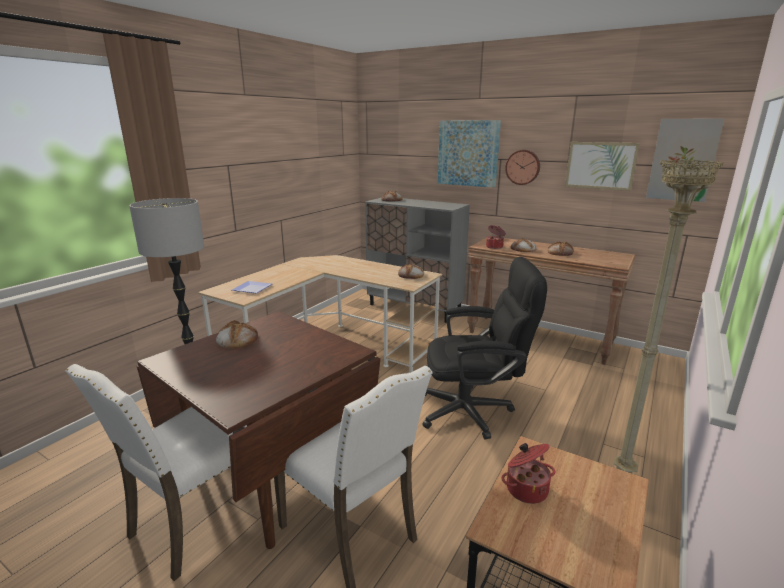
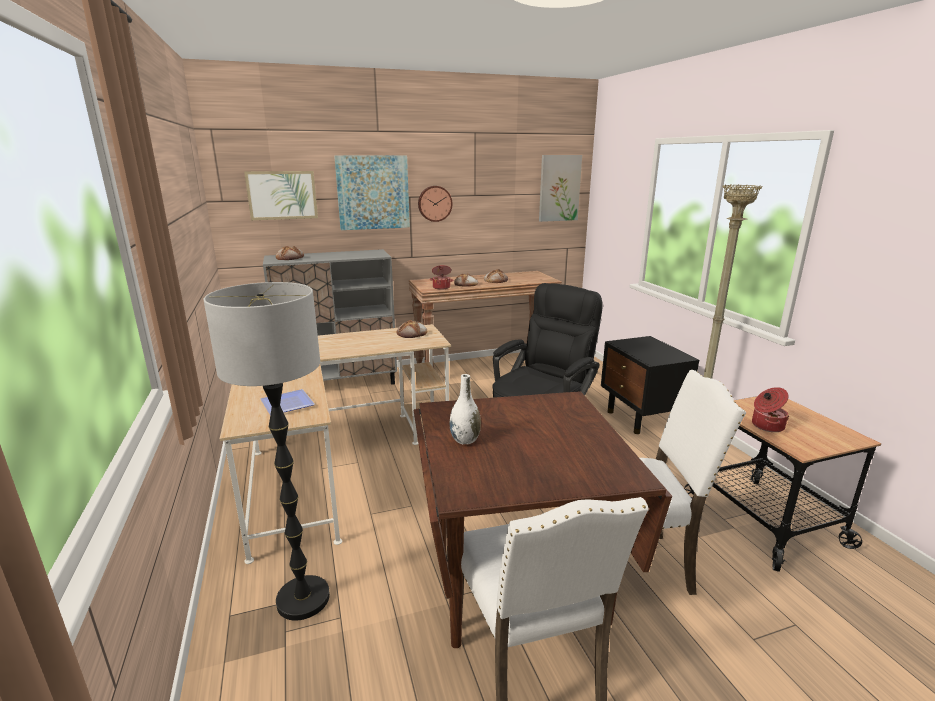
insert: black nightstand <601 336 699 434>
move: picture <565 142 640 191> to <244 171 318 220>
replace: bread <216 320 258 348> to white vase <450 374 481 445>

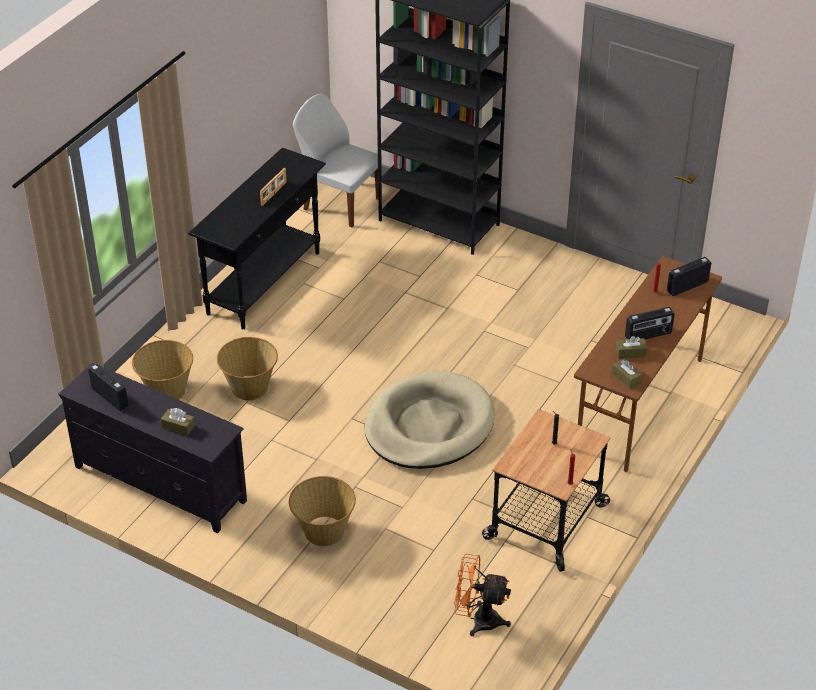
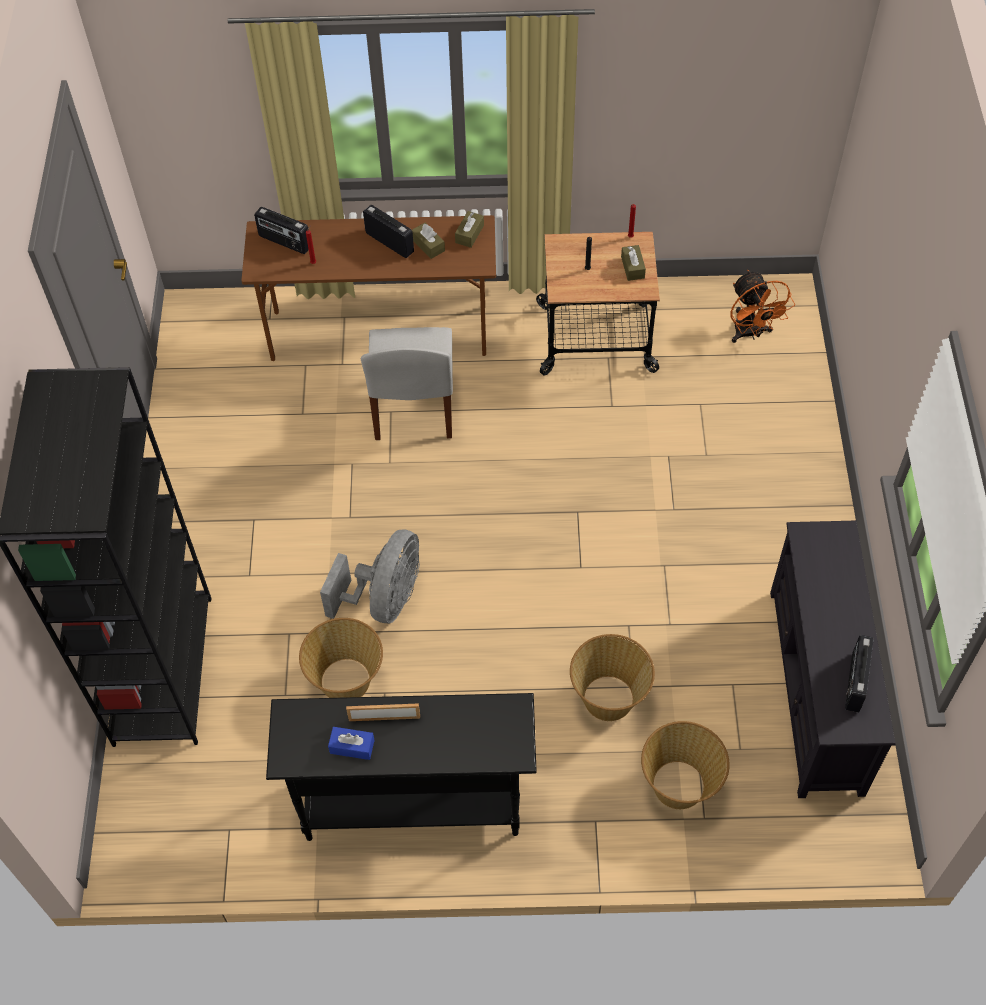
delete: beige dog bed <364 371 495 469>
insert: grey fan <320 529 420 623>; blue tissue box <328 727 375 760>
move: brown tissue box <161 408 195 436> to <621 245 646 281>; basket <289 476 356 546> to <299 618 383 698>; white chair <293 94 382 227> to <361 327 453 440>

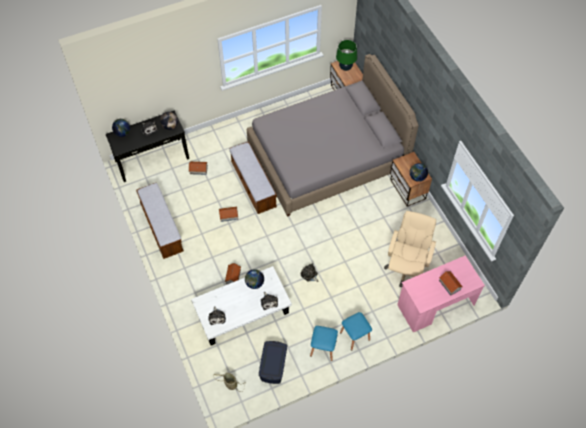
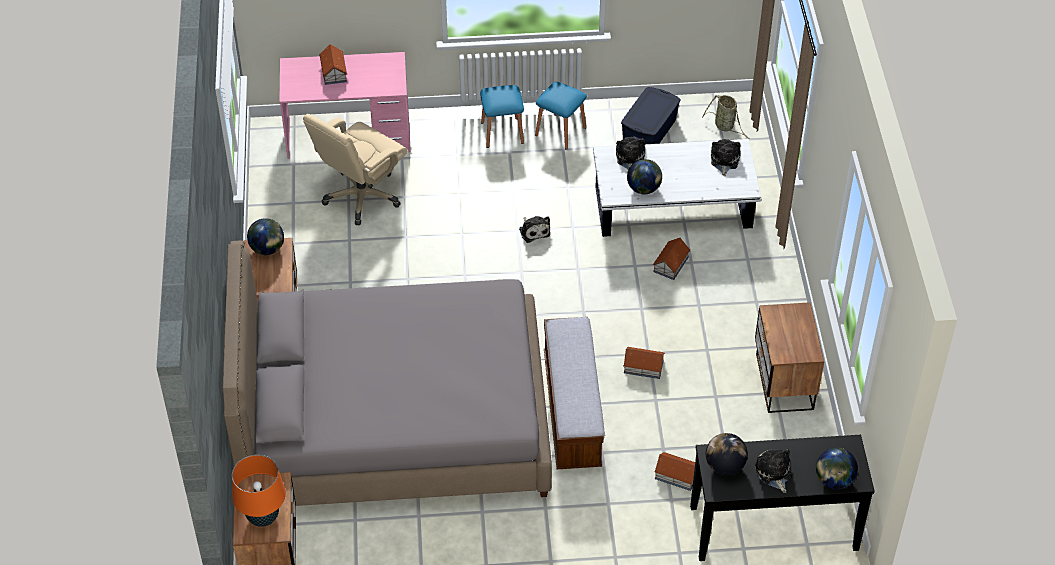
replace: bench <136 183 184 259> to nightstand <755 302 824 413>
recolor: green table lamp <336 40 357 71> to orange table lamp <232 455 286 527>

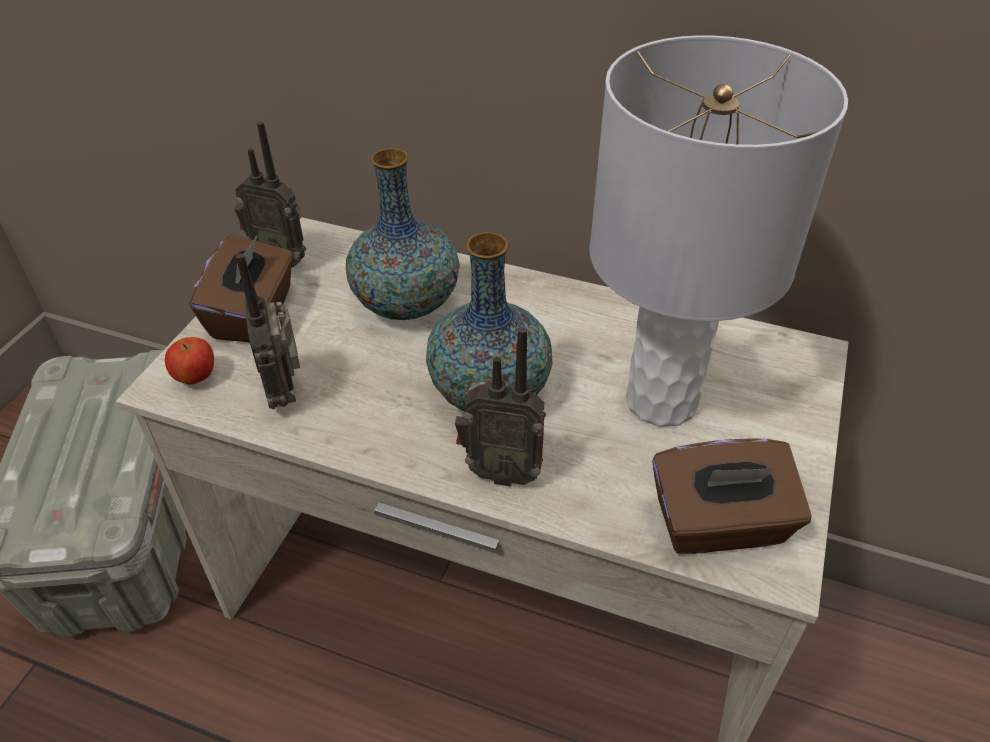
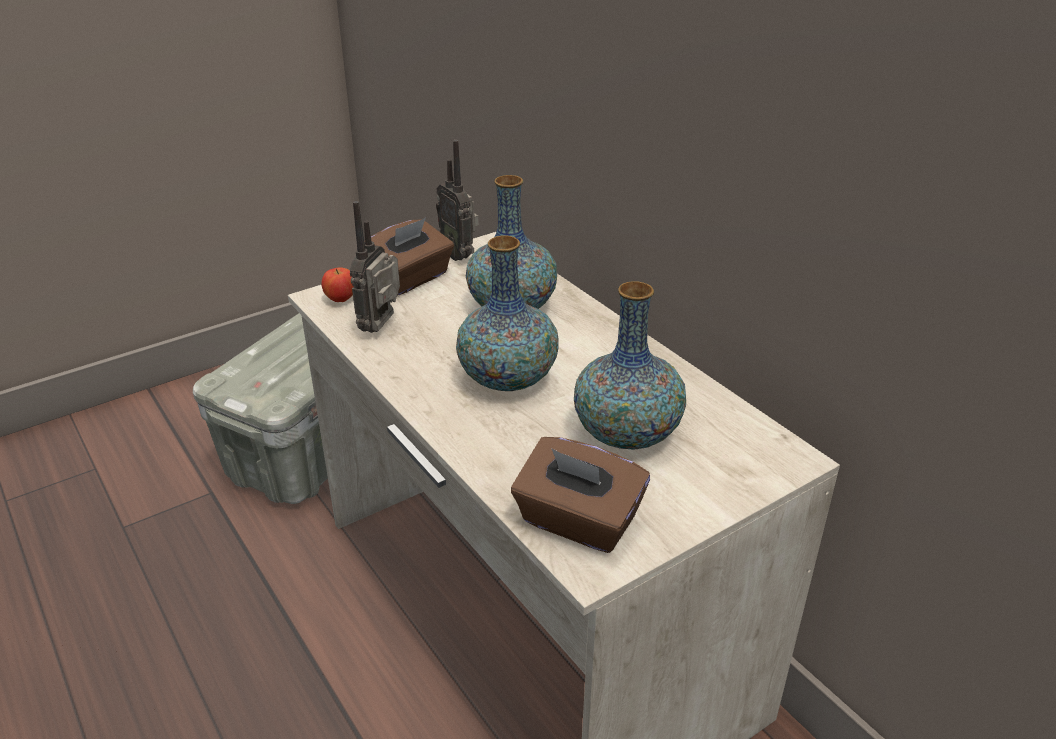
delete: radio <455 327 546 487>
replace: grey table lamp <589 35 848 427> to vase <574 281 686 450>

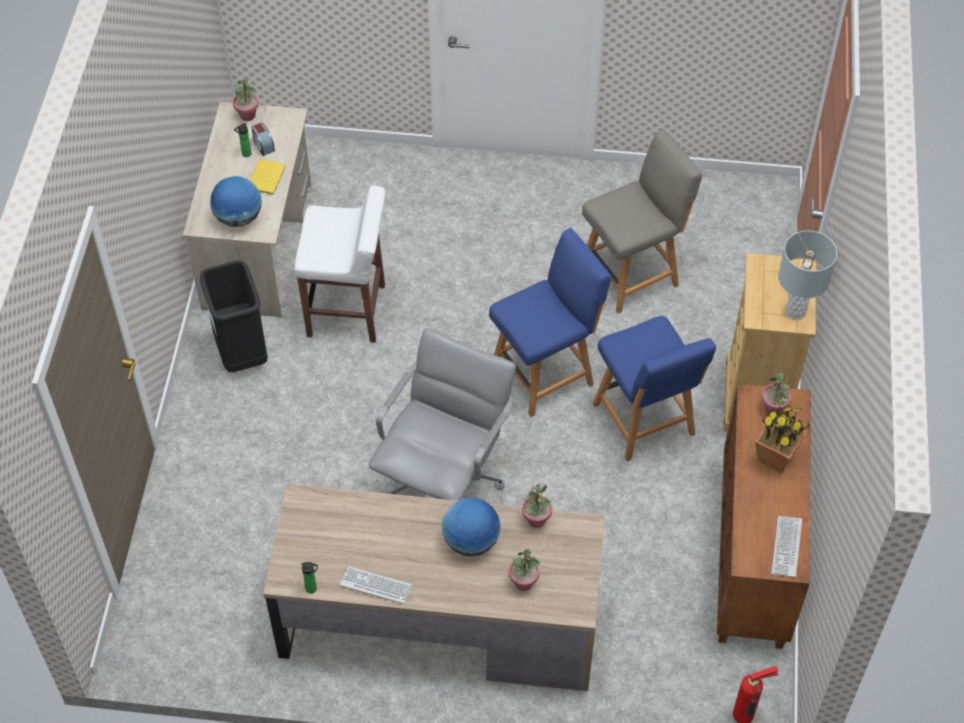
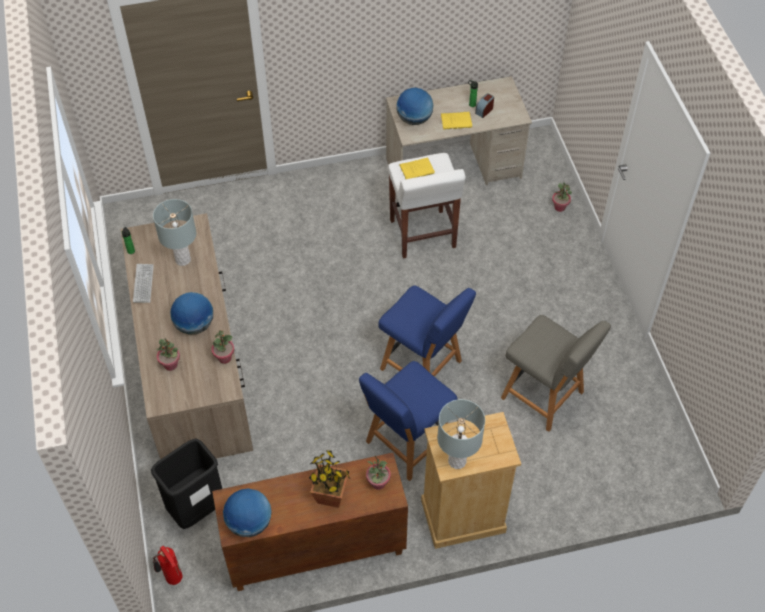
delete: grey office chair <369 328 516 501>
insert: grey table lamp <153 199 196 266>; yellow book <399 157 435 179>
move: black trash can <200 261 268 372> to <151 438 222 529>; potted plant <233 78 259 121> to <552 182 572 212>
replace: keyboard <771 516 802 577> to globe <223 488 272 537>

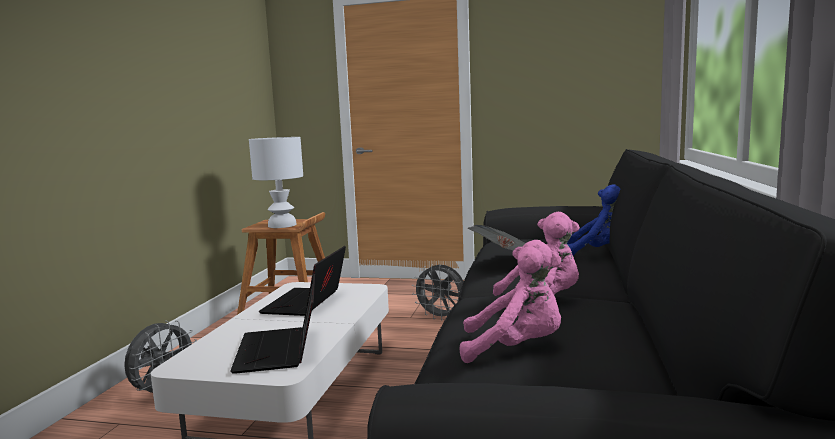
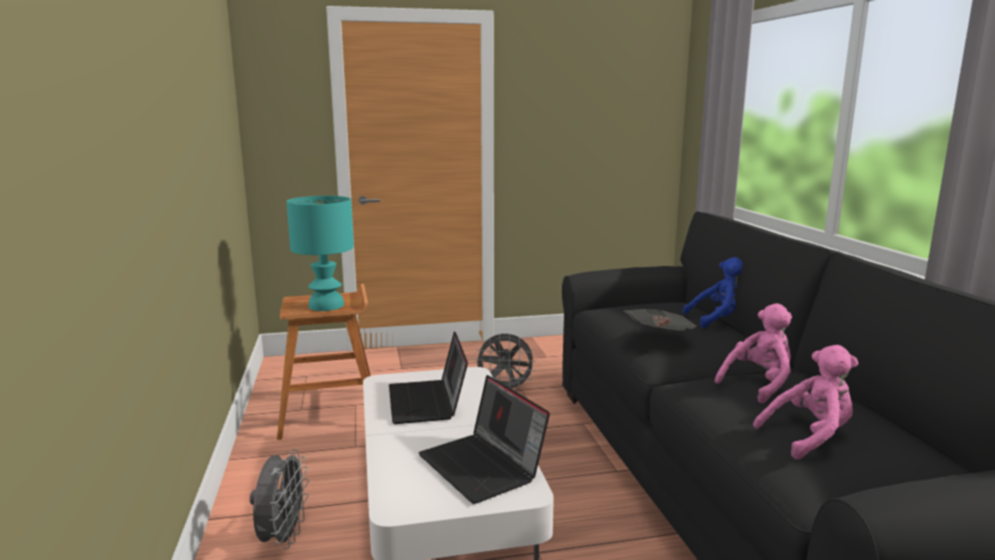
recolor: white table lamp <249 137 303 228> to turquoise table lamp <286 196 354 311>

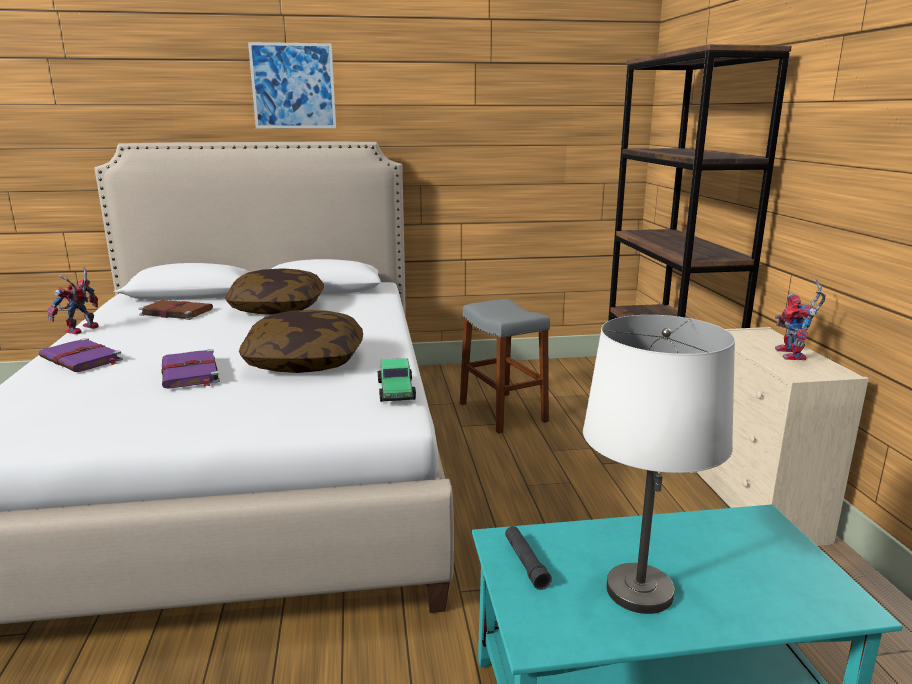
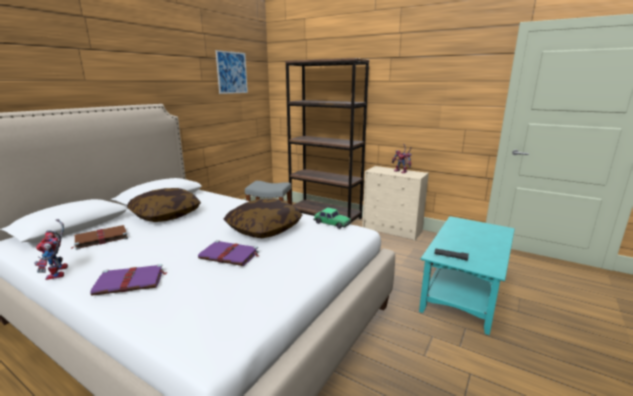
delete: white table lamp <583 315 735 614>
move: picture <248 42 336 128> to <216 50 248 94>

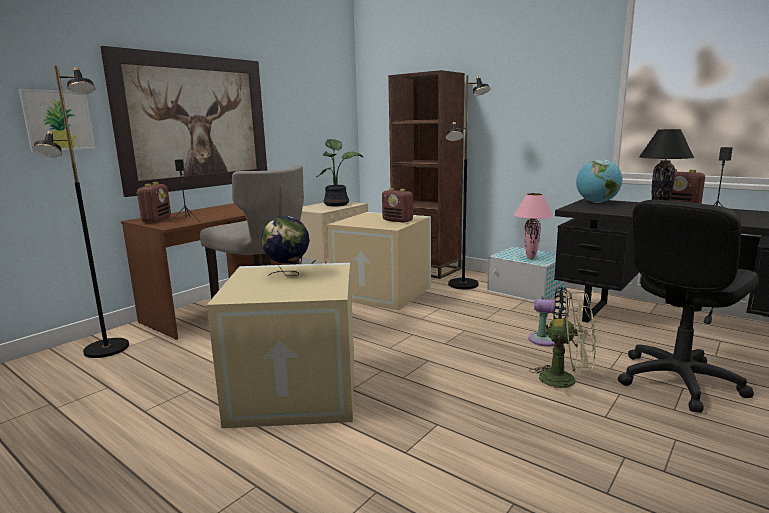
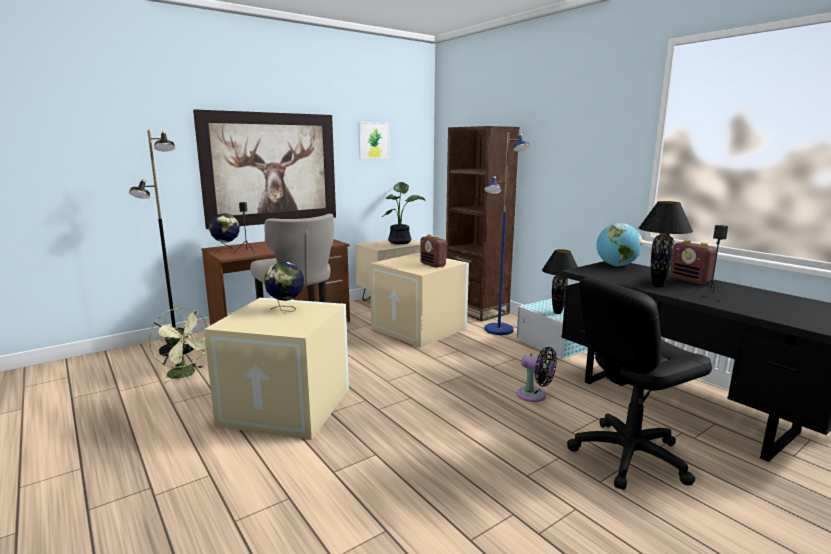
move: picture <19 89 96 152> to <358 122 390 159>; green fan <529 291 596 397> to <149 308 209 384>
replace: radio <137 182 171 223> to globe <209 213 240 252>
recolor: black floor lamp <446 75 490 289> to blue floor lamp <484 133 530 335>; pink table lamp <514 193 553 259> to black table lamp <542 249 578 314>

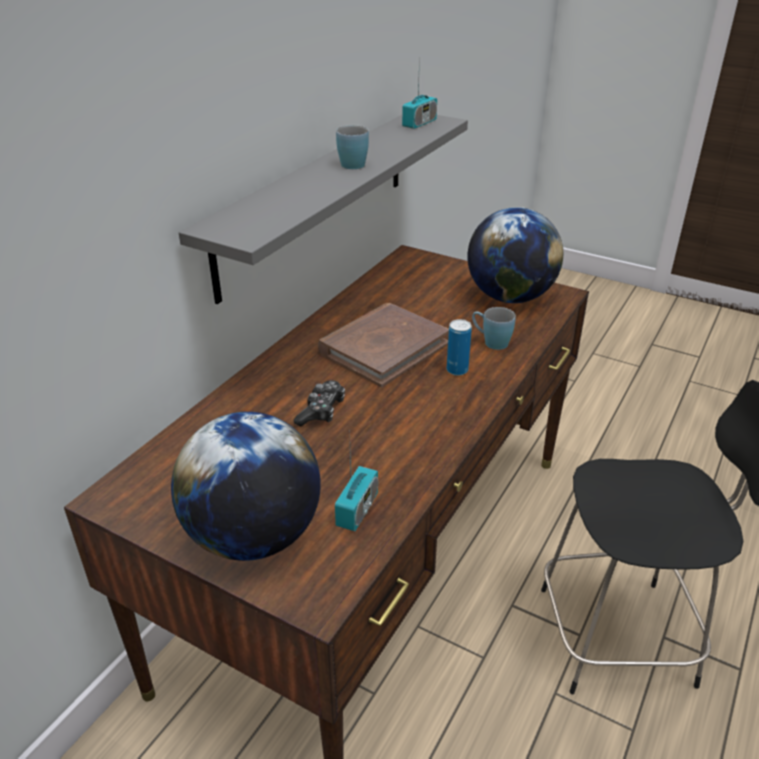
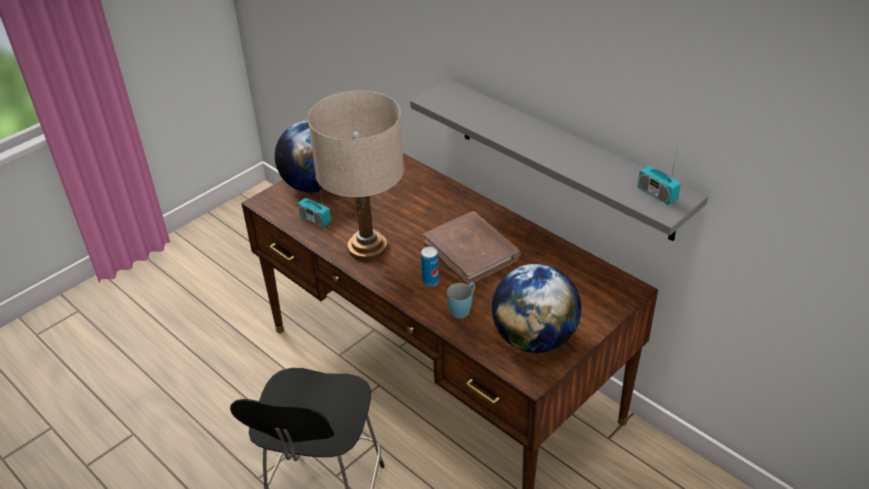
delete: game controller <294 380 345 426>; blue mug <336 125 369 169>
insert: beige table lamp <308 91 404 261>

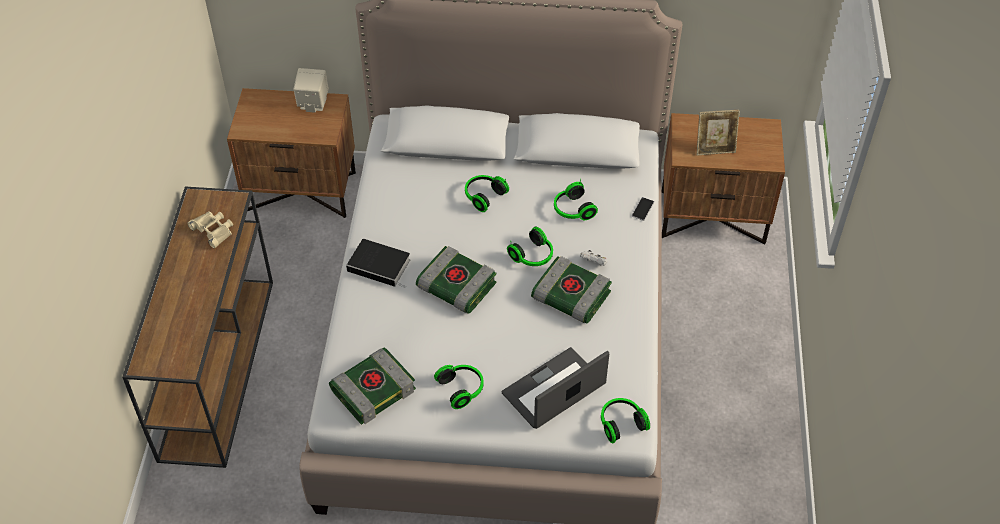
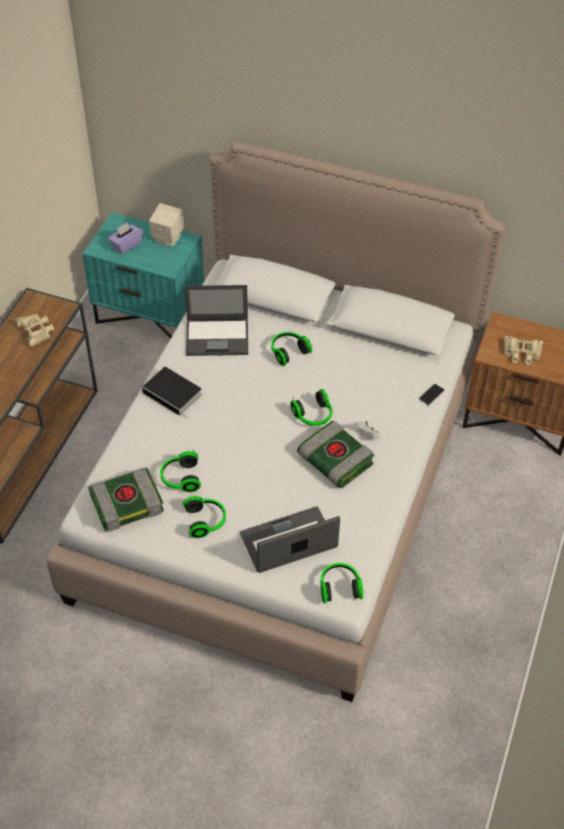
delete: book <416 246 496 314>
insert: purple tissue box <108 222 143 254>; laptop <184 285 248 356>
move: headphones <554 179 598 220> to <160 449 201 492>
replace: picture frame <696 110 740 156> to beige binoculars <504 335 543 365>
recolor: brown nightstand <227 88 356 218> to turquoise nightstand <83 212 204 338>

